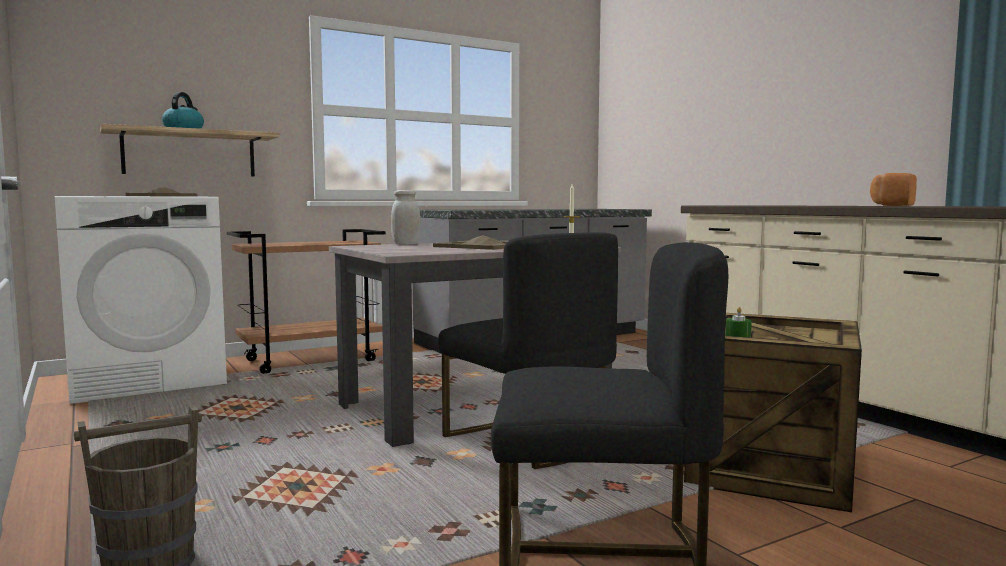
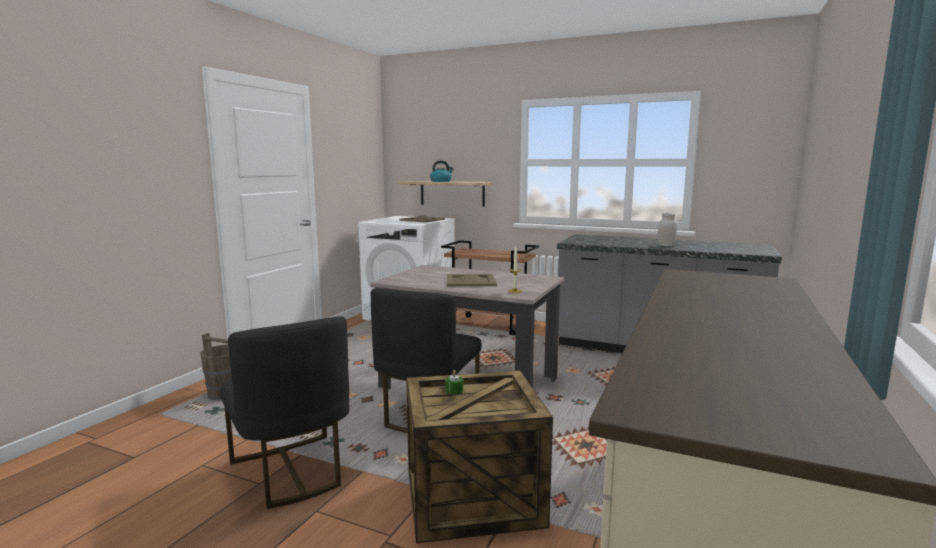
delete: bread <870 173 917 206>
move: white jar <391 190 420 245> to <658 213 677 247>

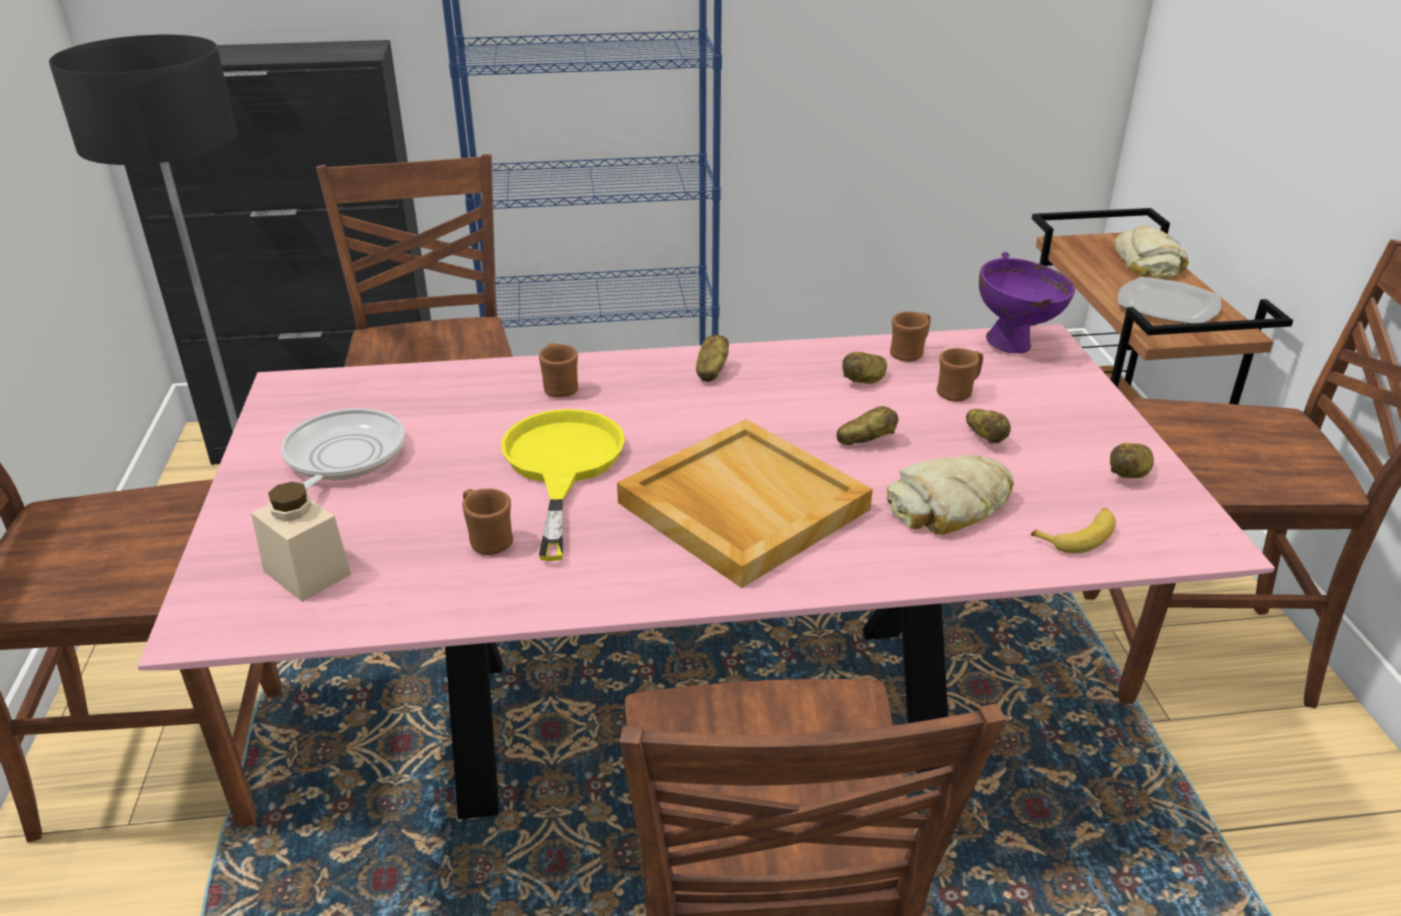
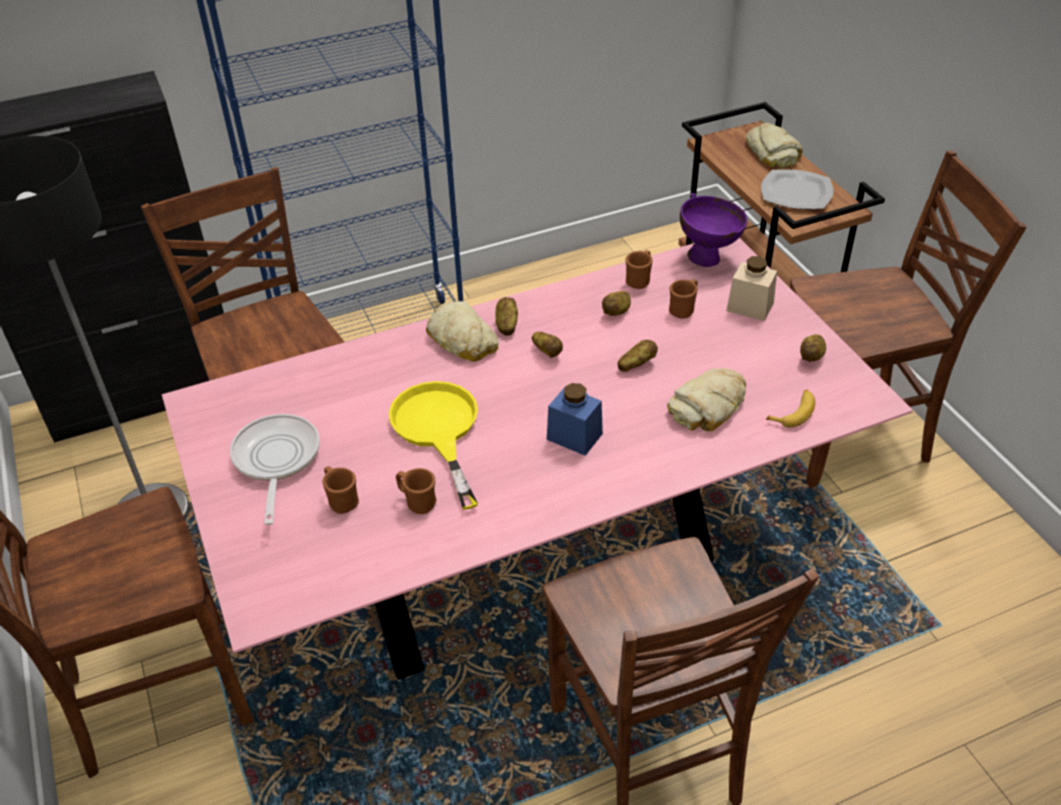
insert: bread <426 301 499 361>
move: beige jar <251 482 351 602> to <727 256 777 321>; brown mug <539 343 578 398> to <323 466 359 514>; potato <966 409 1011 444> to <532 332 563 358>
replace: beige tray <617 419 873 588> to blue jar <547 383 603 456>

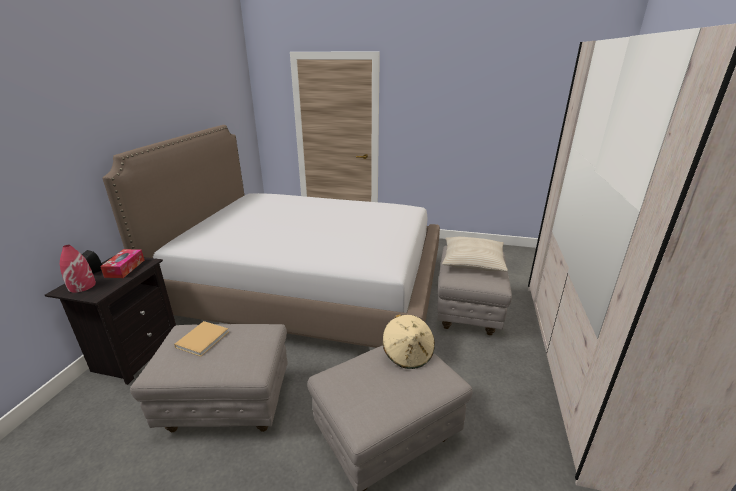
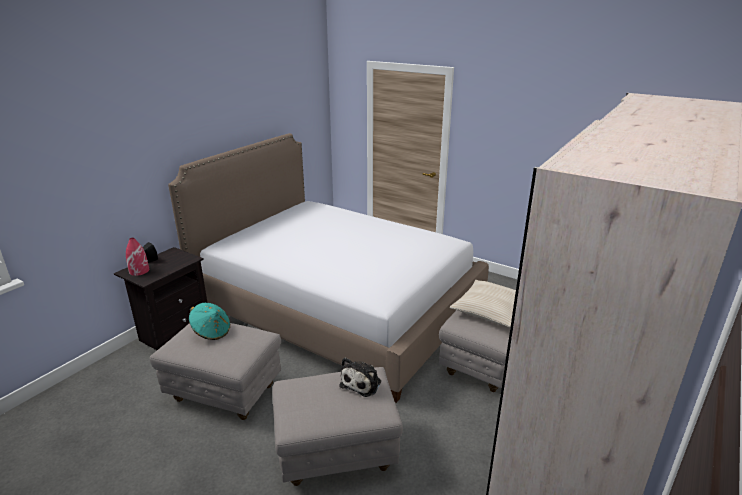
delete: tissue box <100 249 144 278>
replace: beige book <174 321 229 357> to turquoise hat <189 303 230 340>; beige hat <383 314 435 369> to plush toy <339 357 381 397>

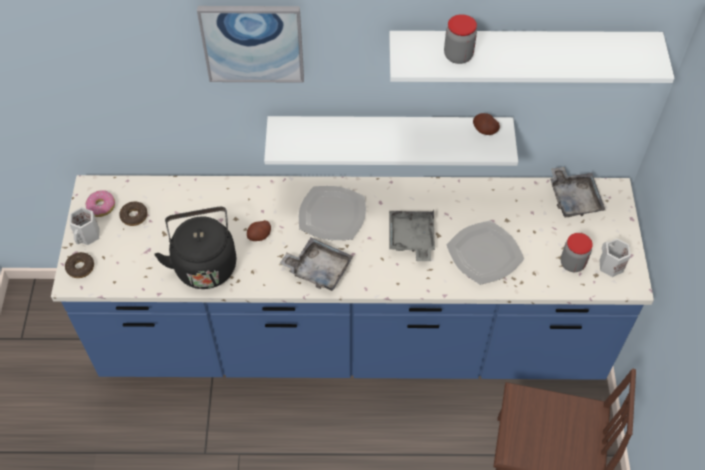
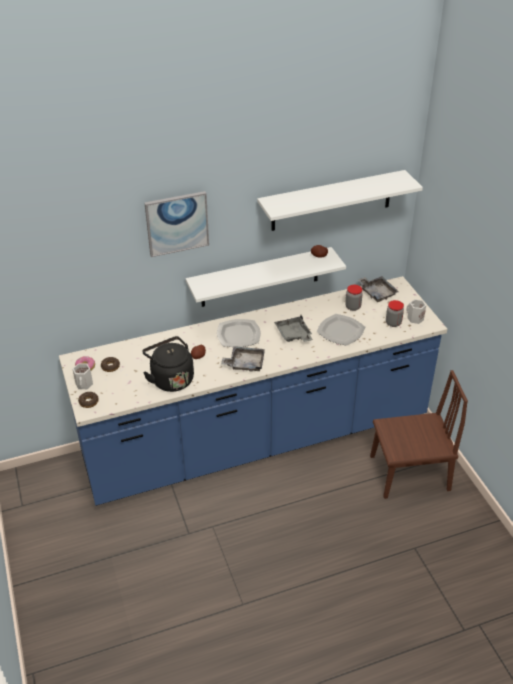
move: jar <444 14 477 64> to <345 285 363 311>

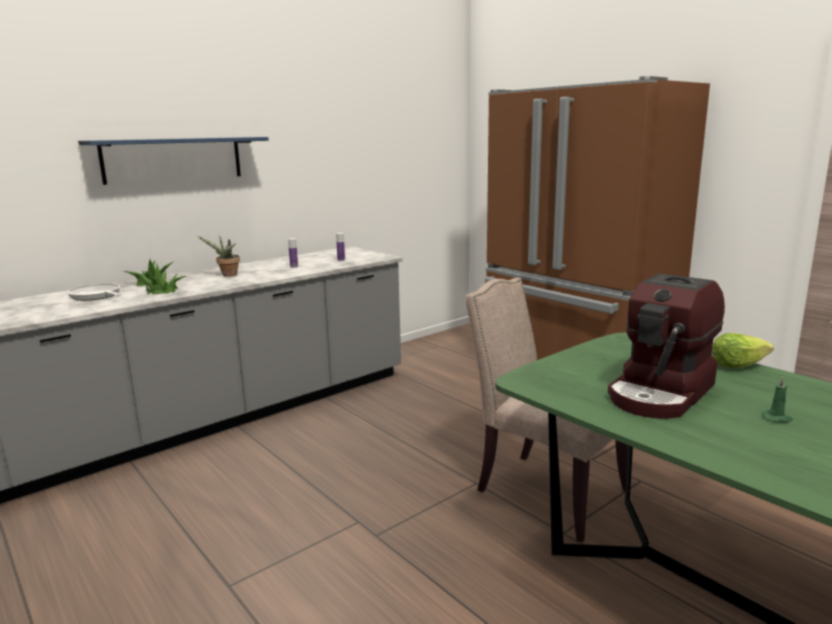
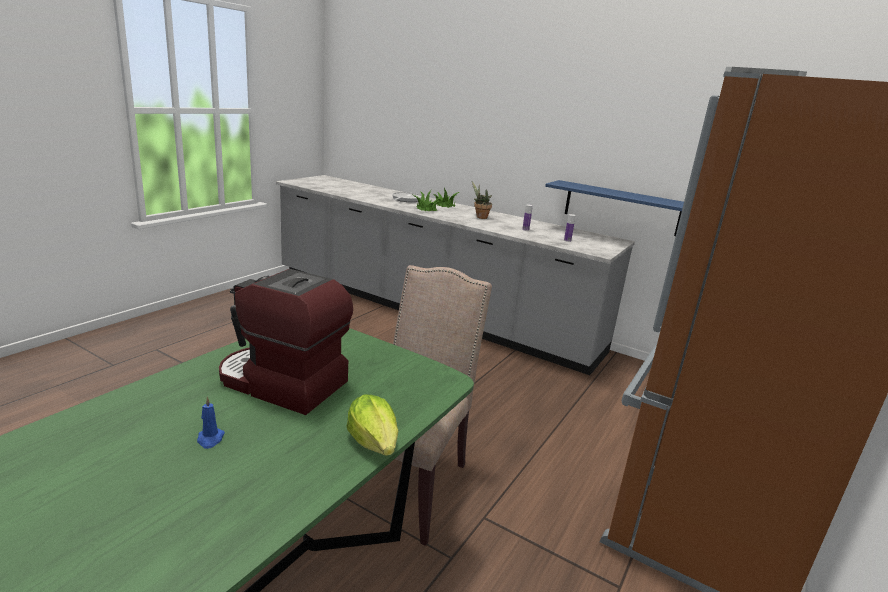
move: blue shelf <78 137 269 185> to <545 180 684 236>
recolor: green candle <762 377 793 423> to blue candle <197 396 225 449>

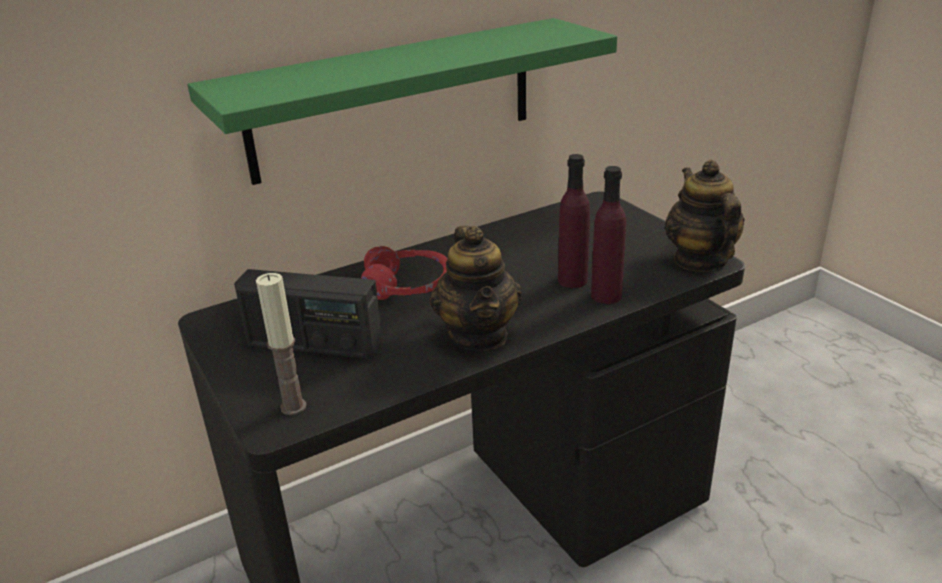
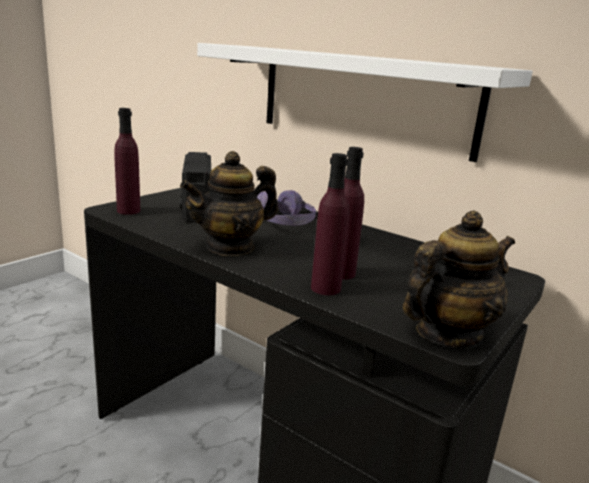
replace: candle <256 273 306 415> to purple bottle <114 108 140 215>
recolor: green shelf <187 18 617 185> to white shelf <197 43 533 162>; red headphones <360 246 448 300> to purple headphones <257 190 316 226>

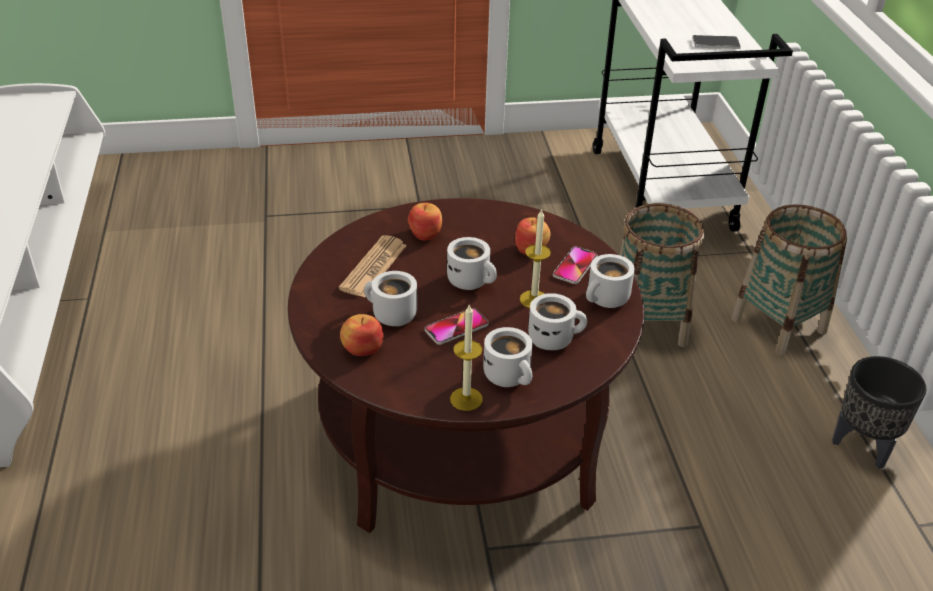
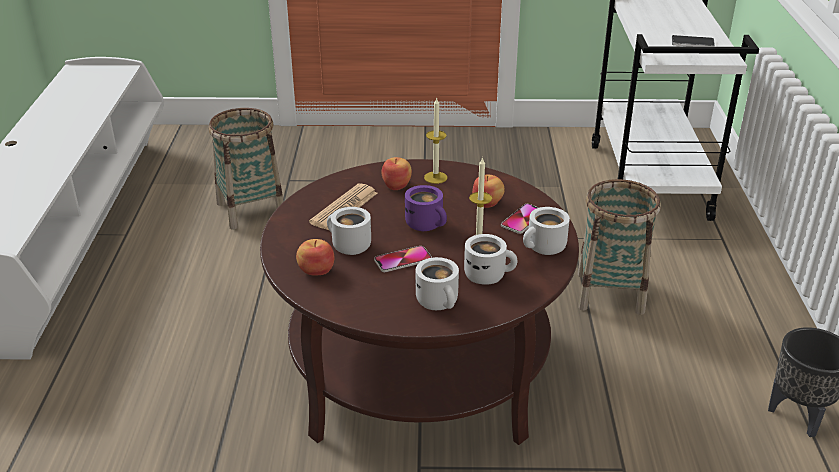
move: candle <450 305 483 411> to <424 98 447 184>; basket <731 204 847 356> to <208 108 284 229>
recolor: white mug <447 237 497 290> to purple mug <405 185 447 231>

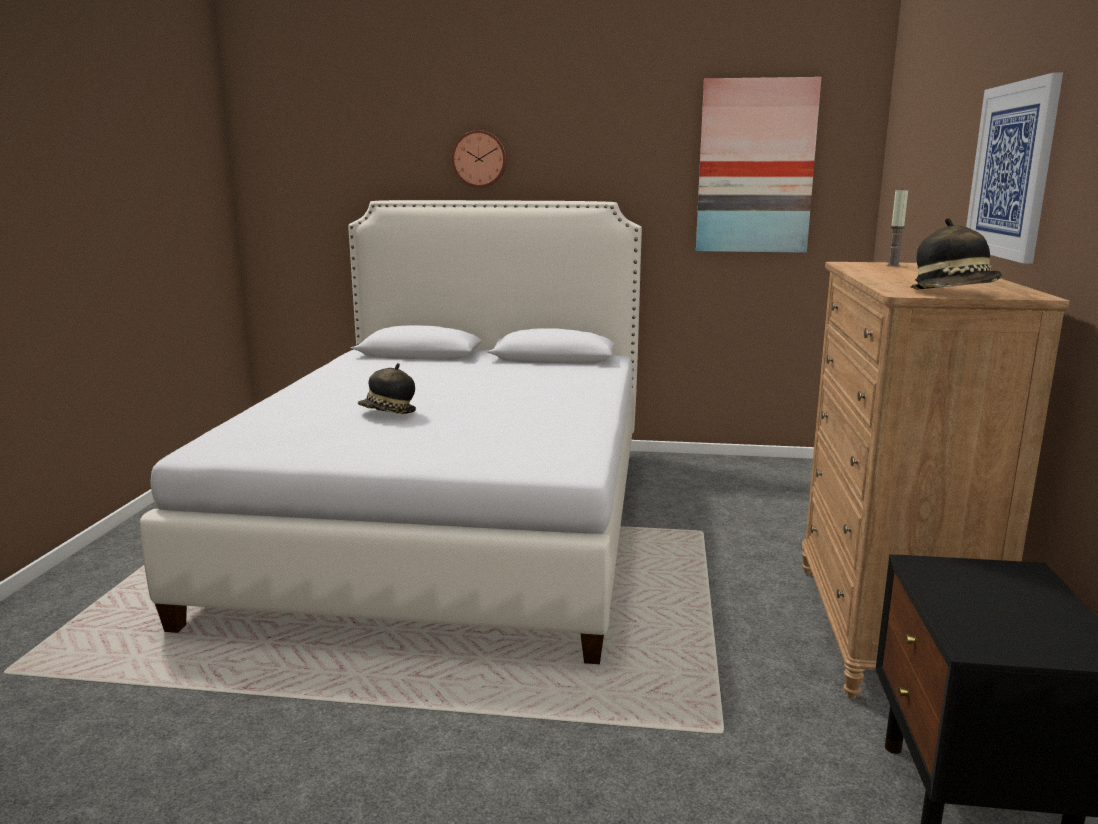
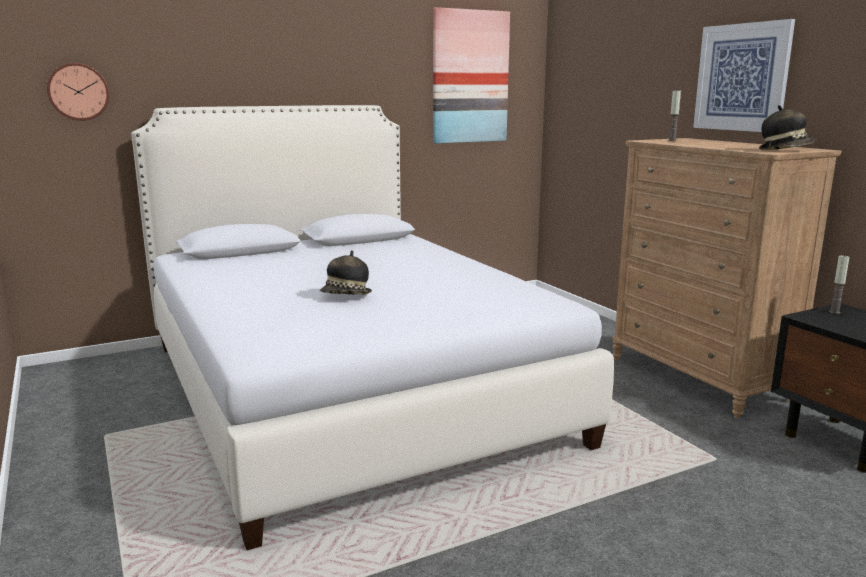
insert: candle <829 255 849 314>
move: wall clock <452 130 507 188> to <47 63 109 121>

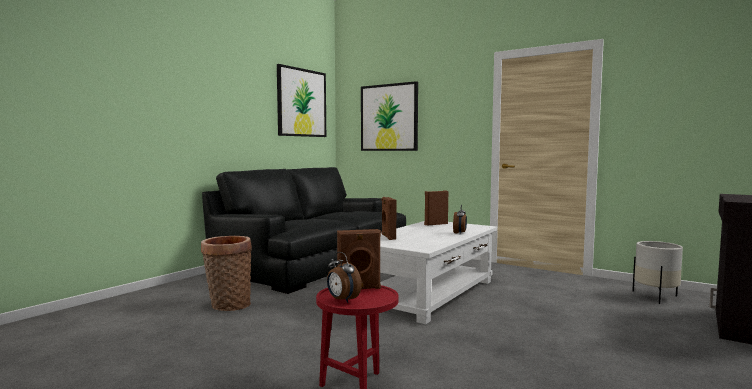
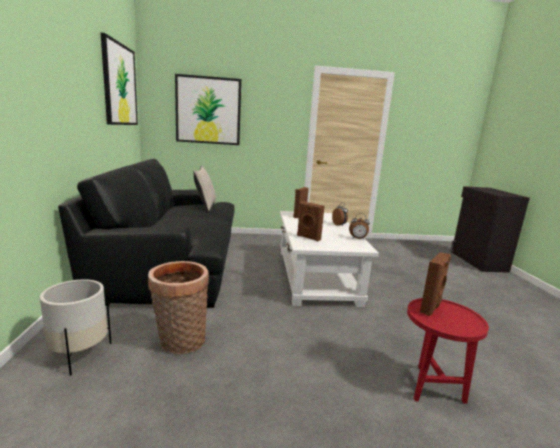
insert: beige pillow <193 166 216 211>
move: alarm clock <327 252 362 303> to <349 214 370 240>; white planter <632 241 683 304> to <40 279 111 375>

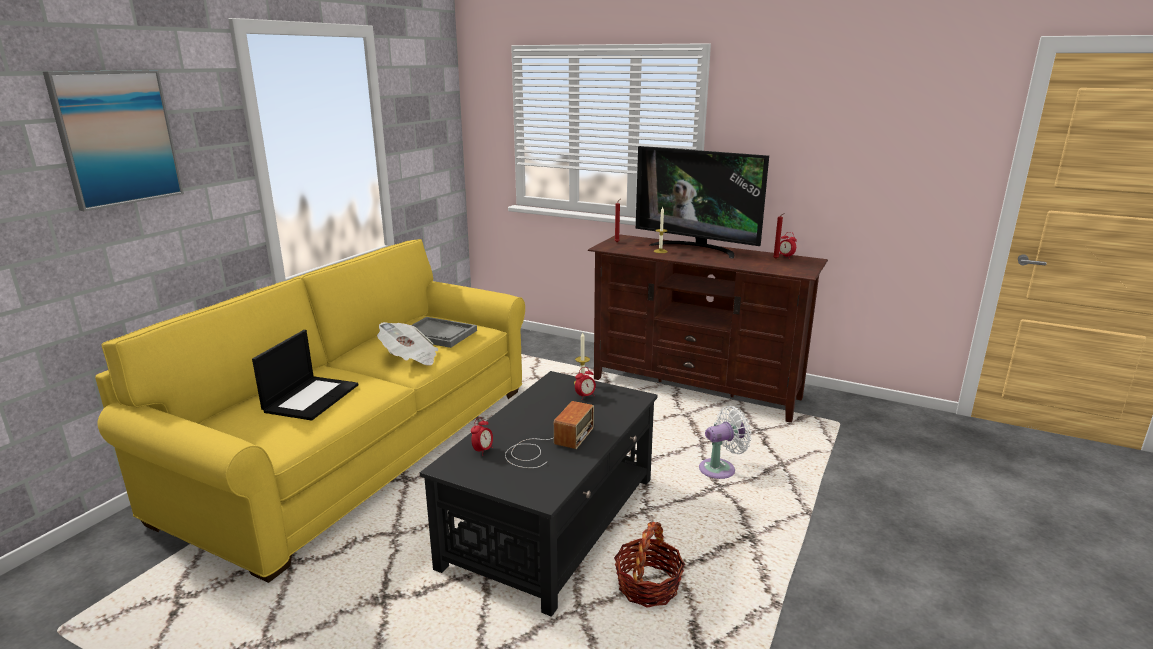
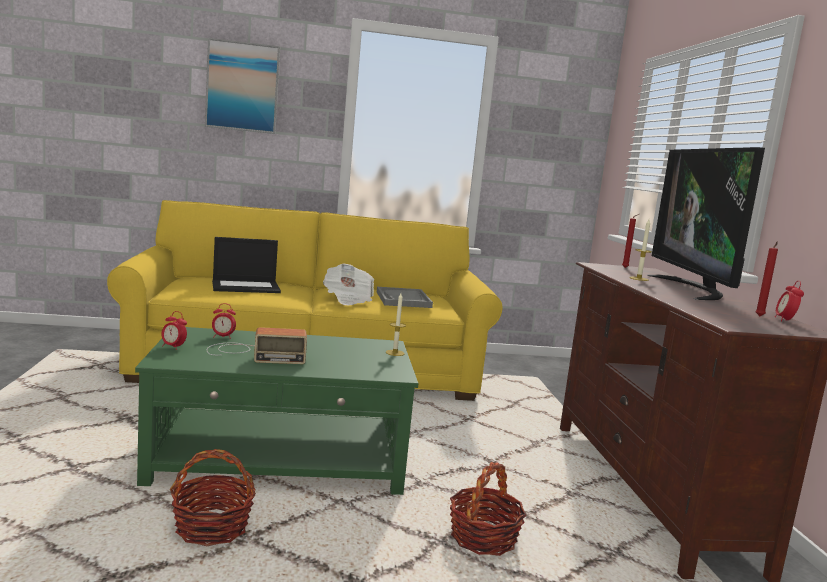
move: alarm clock <575 367 596 400> to <162 311 187 350>
replace: white fan <699 406 752 479> to basket <450 462 526 556>
recolor: black coffee table <420 371 658 617> to green coffee table <135 327 418 495>

